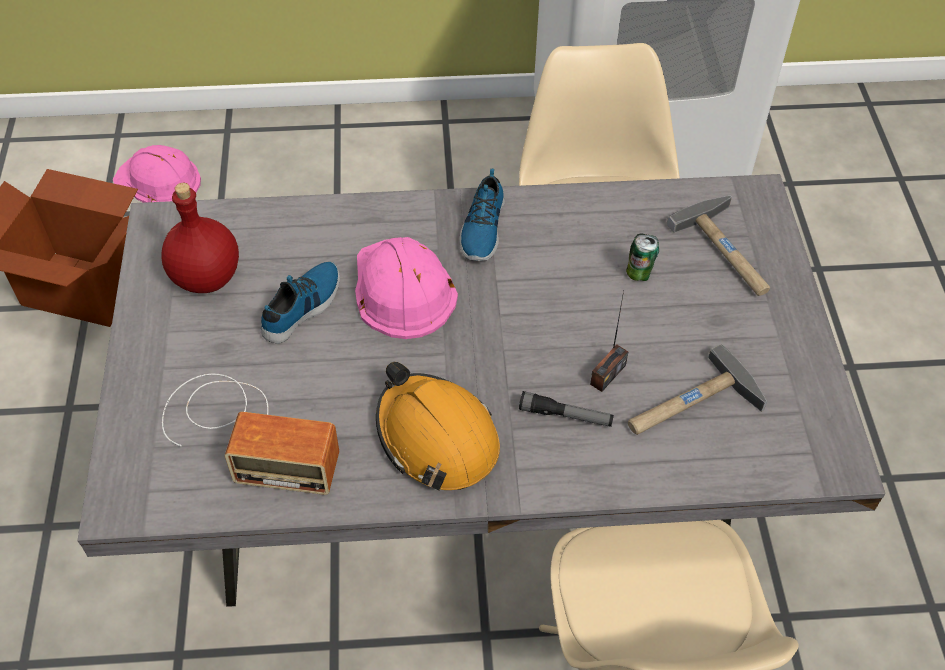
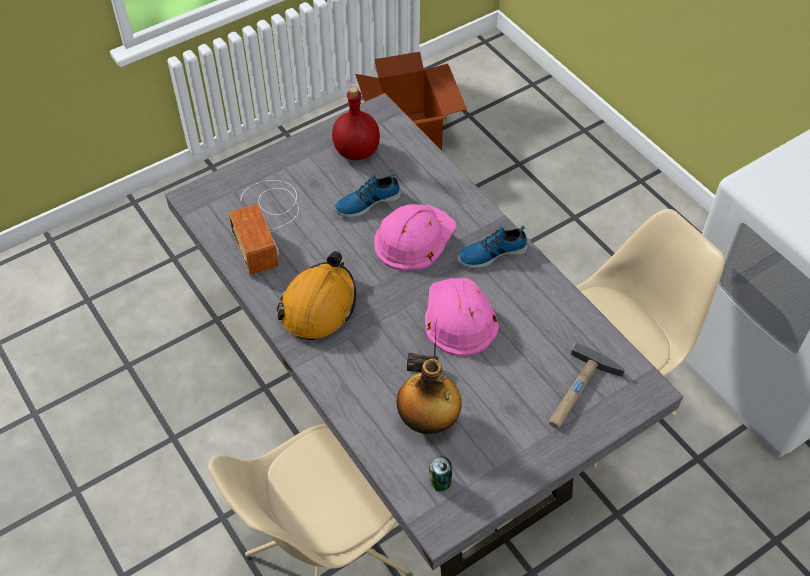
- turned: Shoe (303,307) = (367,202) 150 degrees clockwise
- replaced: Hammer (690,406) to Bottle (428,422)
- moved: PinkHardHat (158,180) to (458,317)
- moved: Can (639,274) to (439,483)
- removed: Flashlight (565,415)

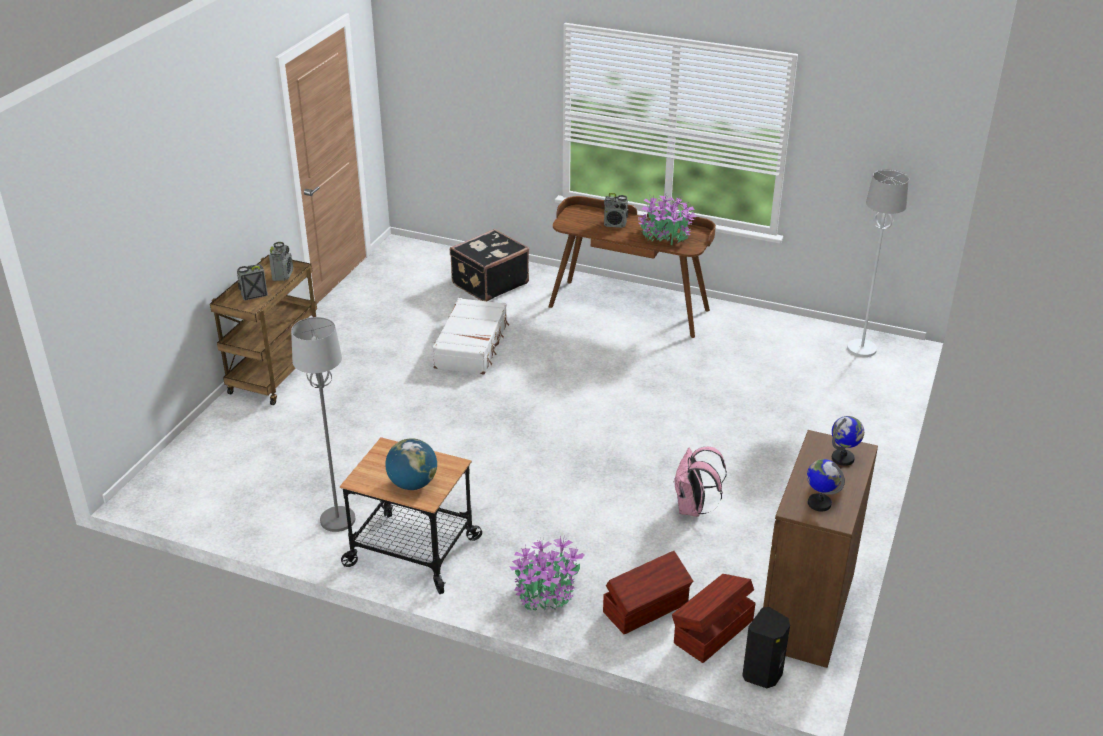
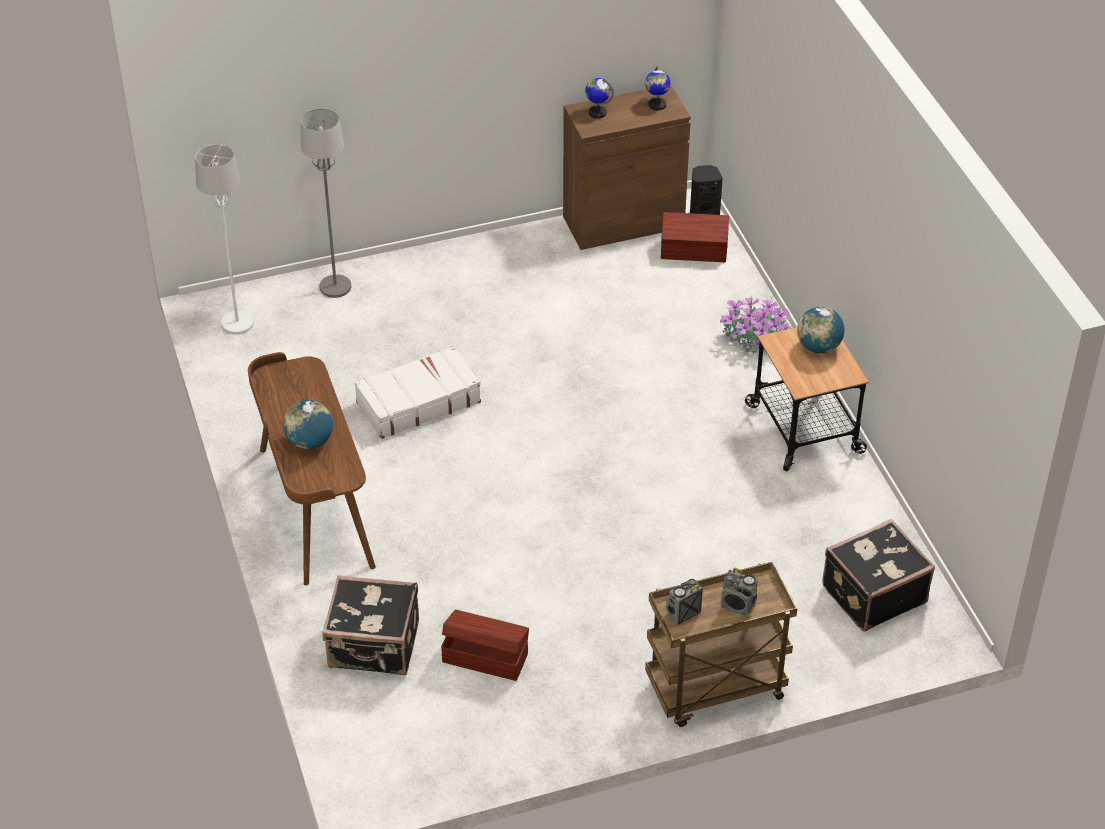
- replaced: Radio (615,224) to Globe (310,442)
- moved: GreyFloorLamp (338,520) to (335,287)
- moved: WhiteSuitcase (472,345) to (417,402)
- moved: BrownStorageBox (647,608) to (484,657)
- added: BlackSuitcase (872,594)
- removed: PottedPlant (665,236)
- removed: PinkBackpack (693,508)

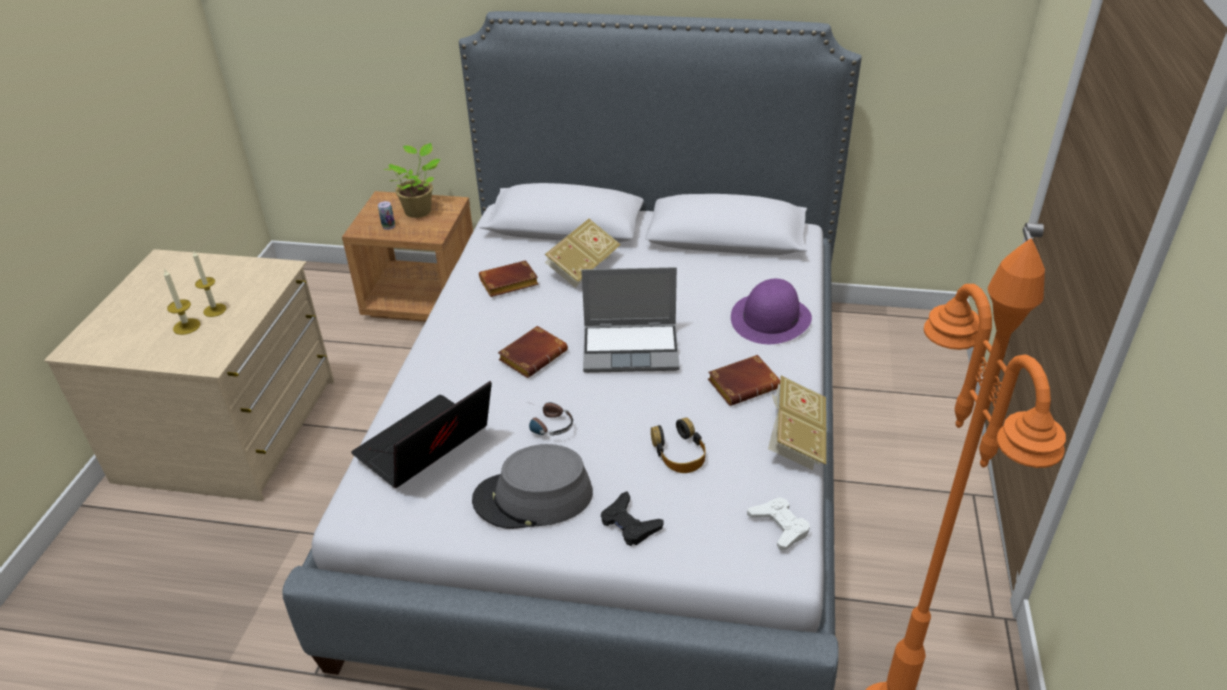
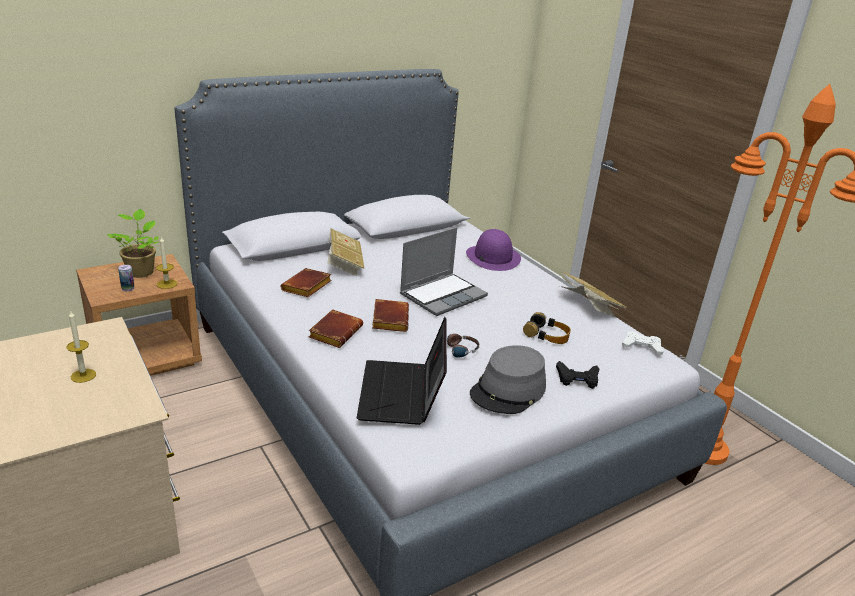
- moved: Candle (186,326) to (167,284)
- moved: BrownBook (744,384) to (335,332)

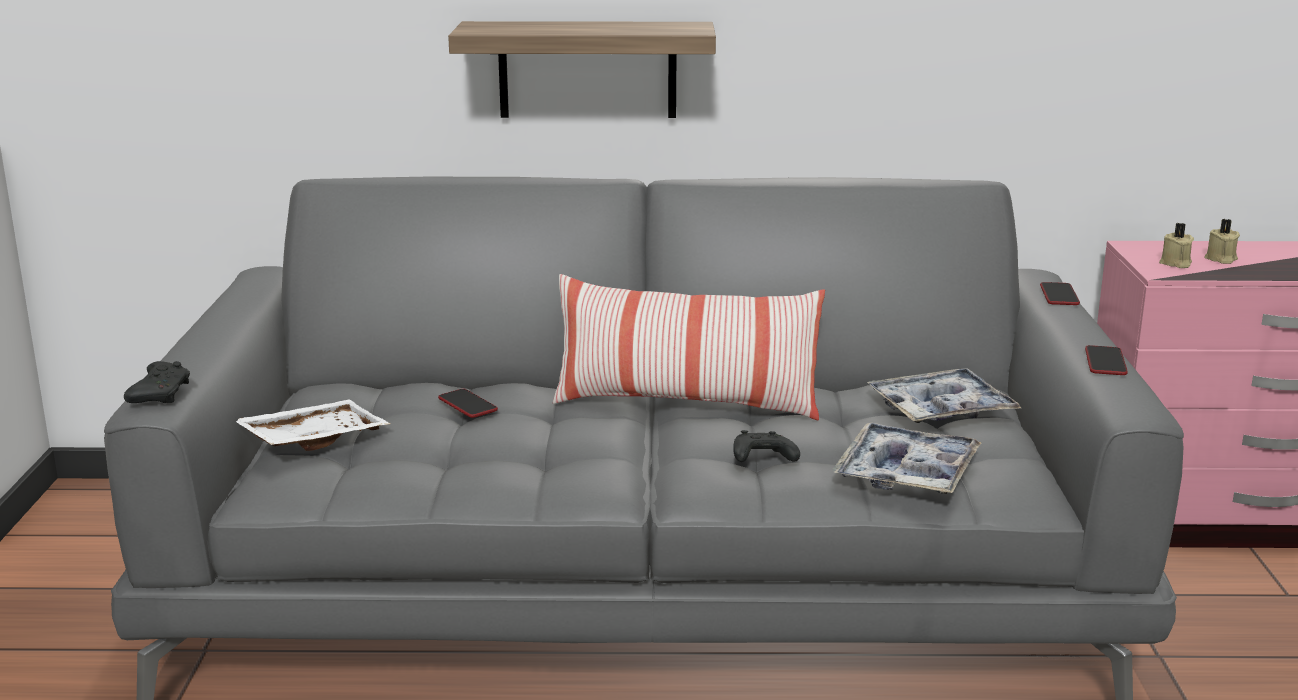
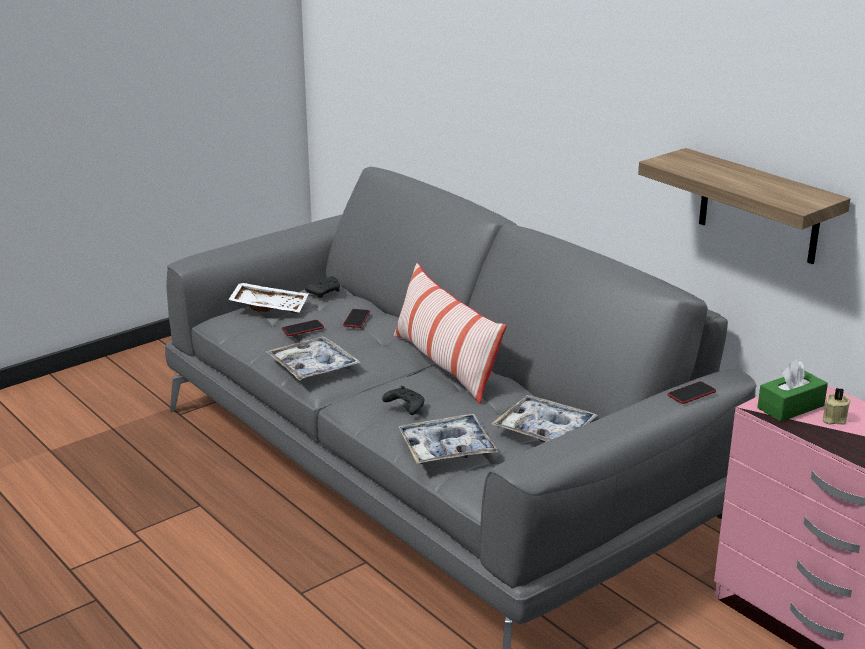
- added: Tray (313,366)
- moved: Phone (1105,362) to (302,329)
- moved: BlackGameController (160,394) to (325,292)
- moved: Shelf (587,69) to (759,207)
- replaced: BeigeCandle (1175,263) to GreenTissueBox (790,407)

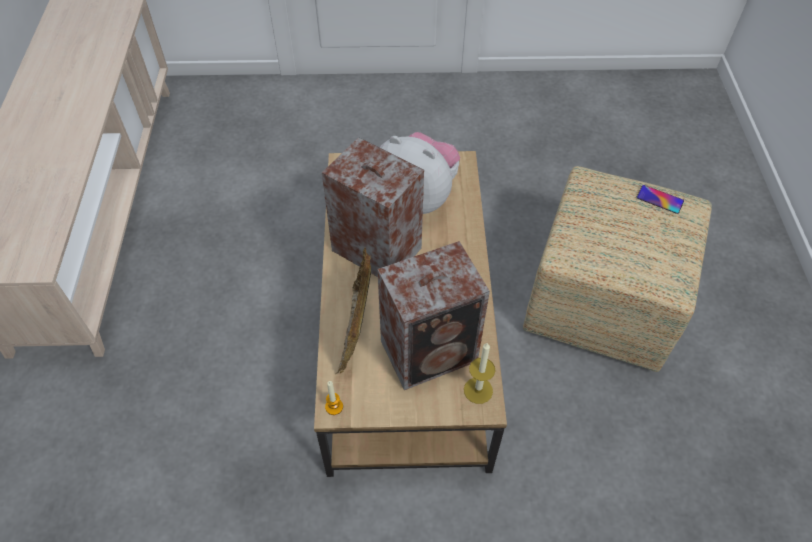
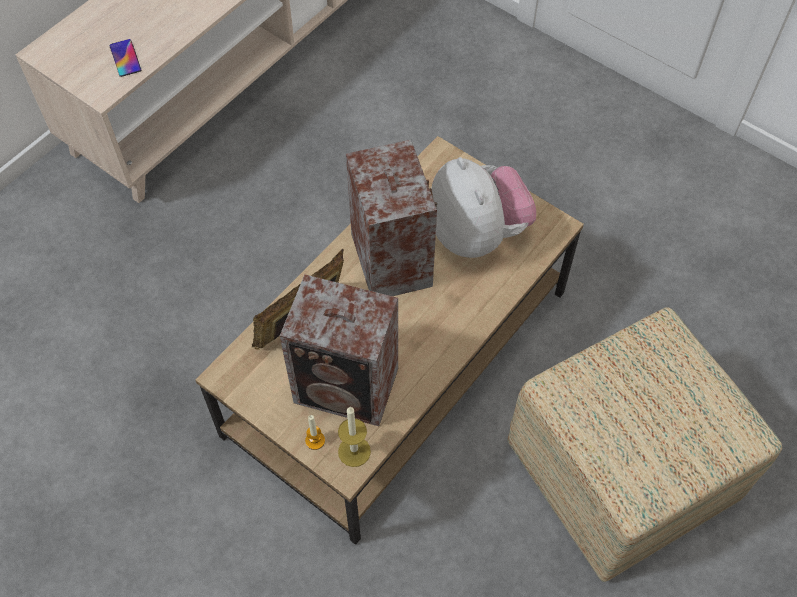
- moved: Phone (659,199) to (125,58)
- moved: Candle (334,407) to (315,440)

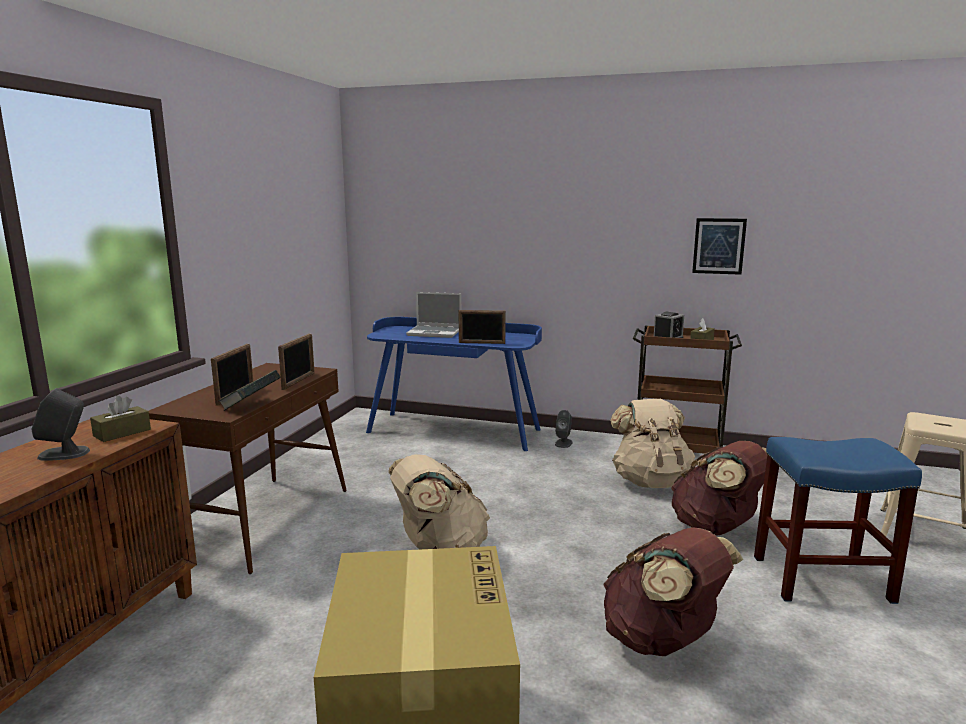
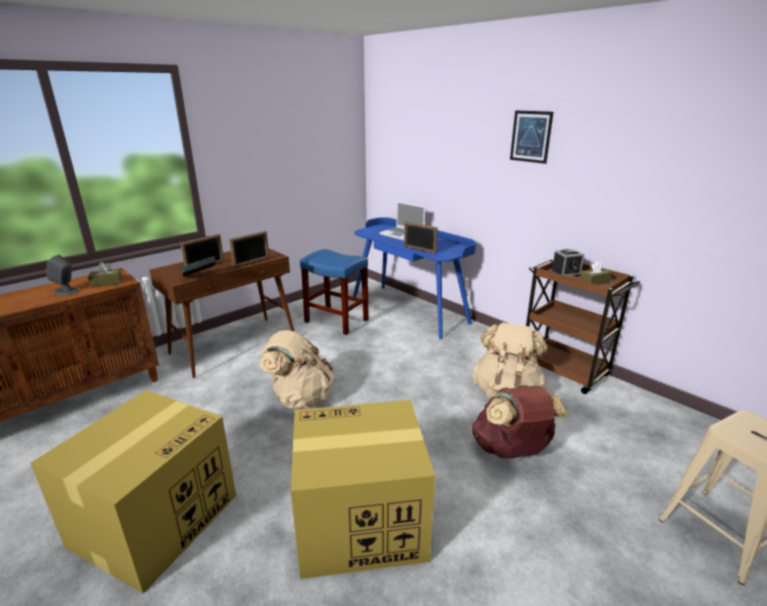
- replaced: BrownBackpack (662,641) to CardboardBox (358,522)
- moved: BlueStool (820,579) to (336,321)
- moved: Picture (719,246) to (531,136)
- removed: GreySpeaker (563,443)

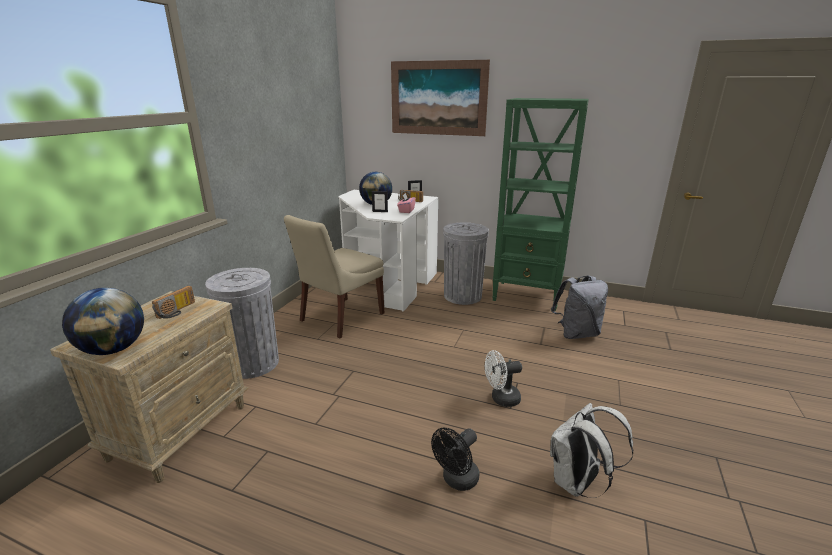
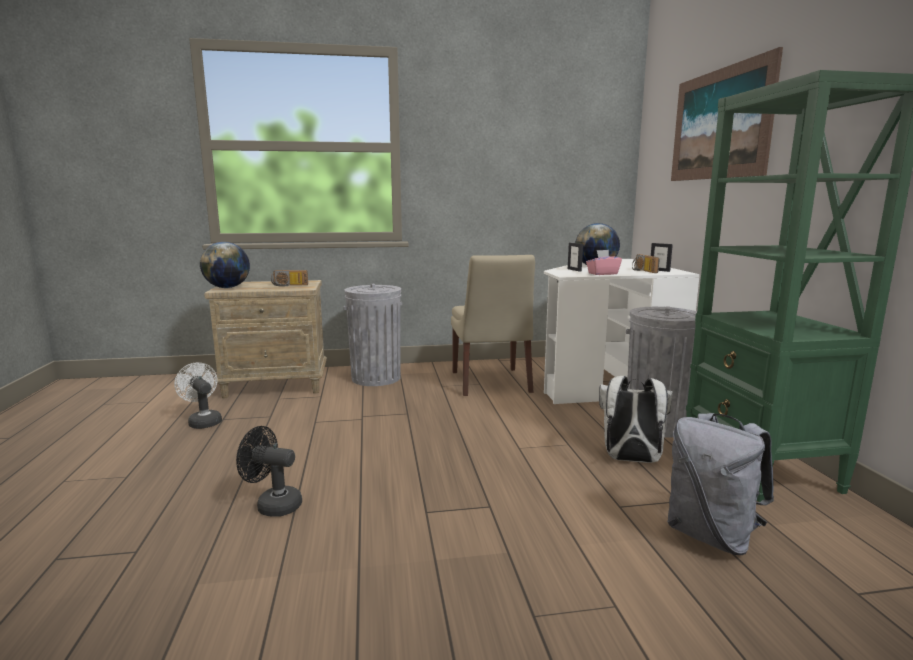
- moved: WhiteFan (501,399) to (203,421)
- turned: BeigeChair (340,318) = (491,383) 105 degrees counterclockwise
- moved: WhiteBackpack (577,483) to (630,460)

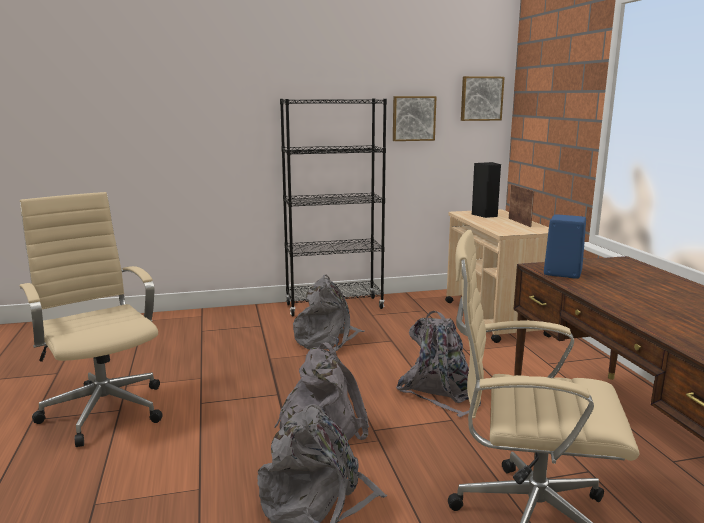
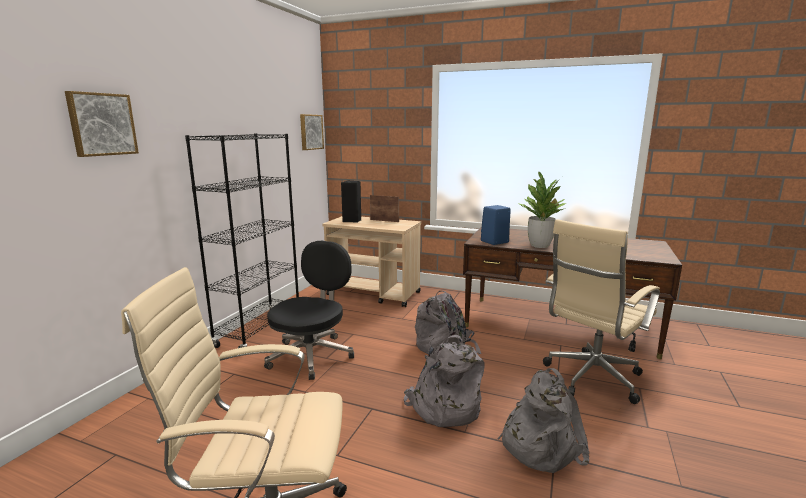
- moved: Picture (413,118) to (101,124)
- replaced: GreyBackpack (327,339) to BlackOfficeChair (312,355)
- added: PottedPlant (540,245)

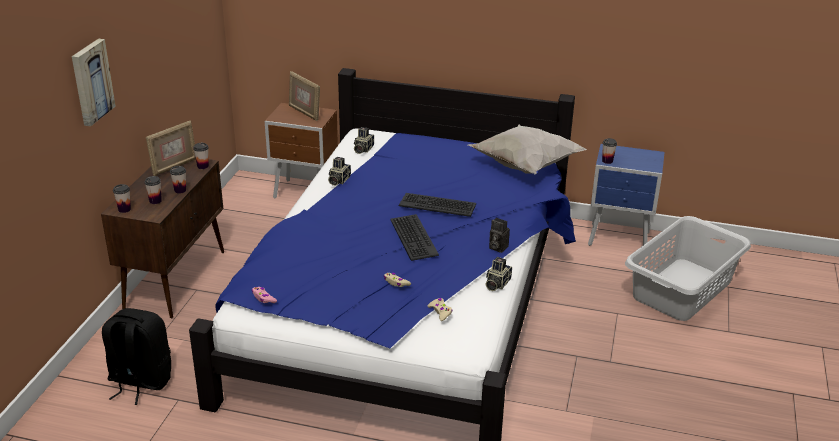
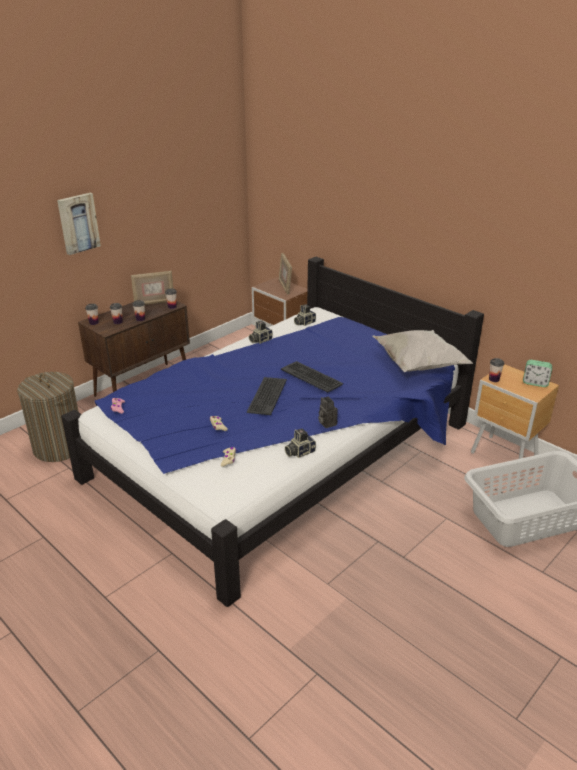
- replaced: BlackBackpack (139,381) to LaundryBasket (58,447)
- recoloured: BlueNightstand (620,240) to BrownNightstand (504,457)
- added: AlarmClock (535,383)

